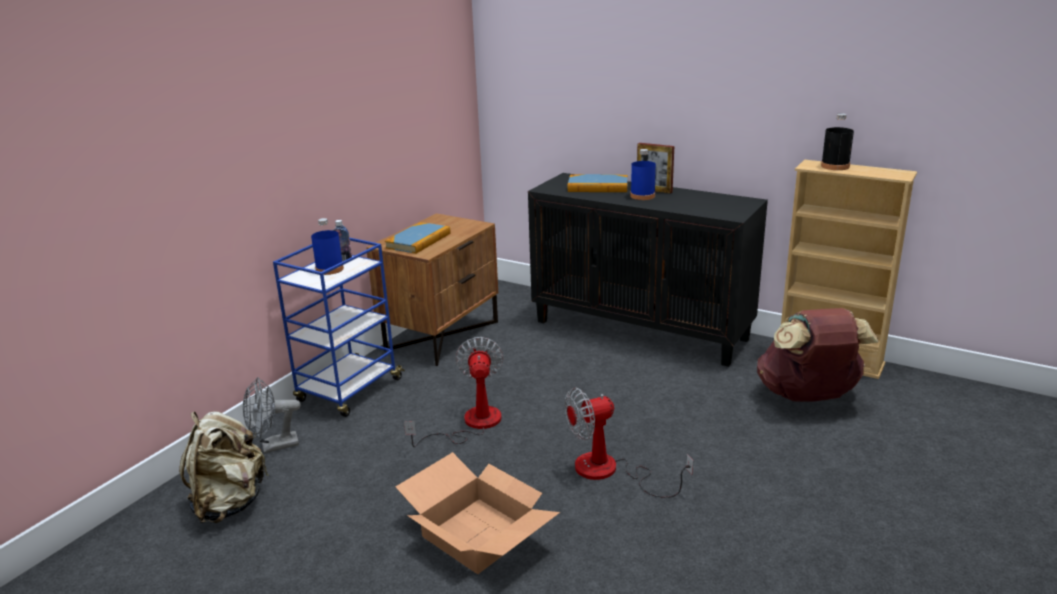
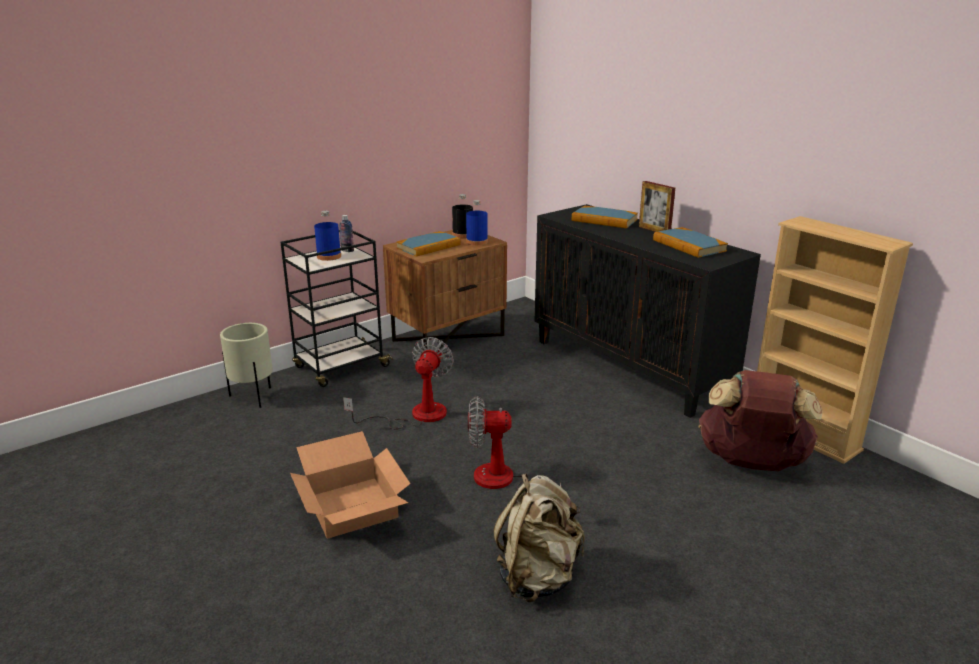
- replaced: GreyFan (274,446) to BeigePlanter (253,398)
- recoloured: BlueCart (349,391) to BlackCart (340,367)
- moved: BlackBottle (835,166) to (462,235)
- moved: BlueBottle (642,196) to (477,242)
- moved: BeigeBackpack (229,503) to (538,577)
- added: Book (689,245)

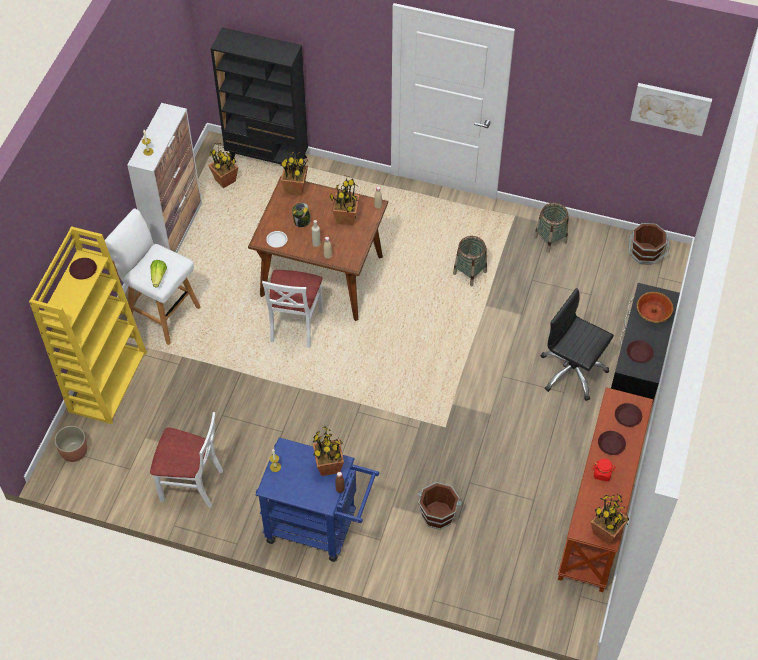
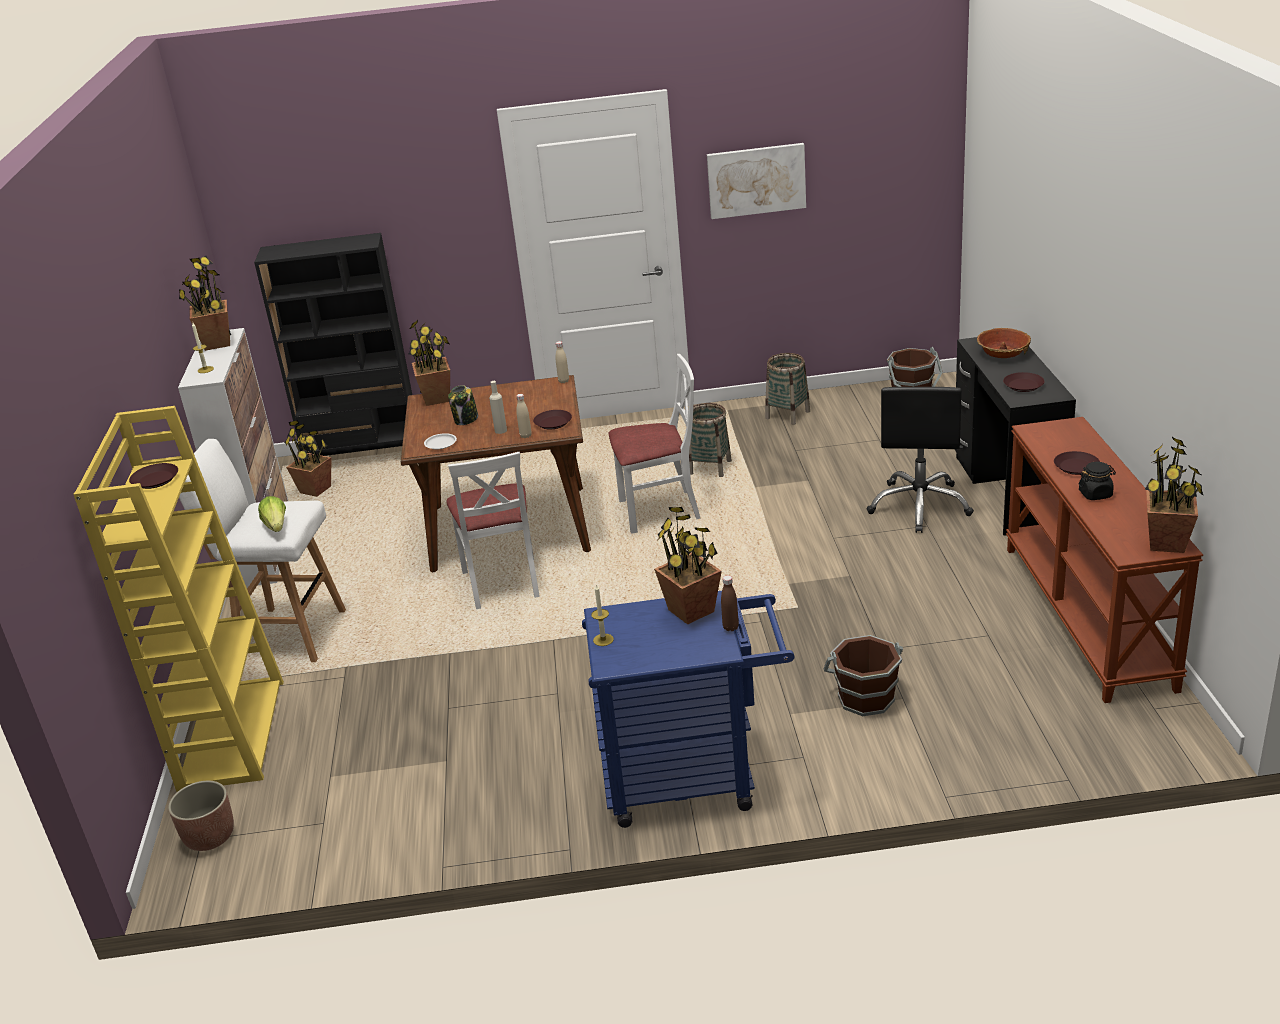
- moved: PottedPlant (346,218) to (217,344)
- moved: BrownPlate (628,417) to (553,423)
- moved: WhiteChair (191,484) to (659,511)
- moved: Picture (670,108) to (756,180)
- turned: BlackOfficeChair (572,372) = (920,506) 90 degrees counterclockwise
- recoloured: RedJar (602,474) to BlackJar (1095,494)

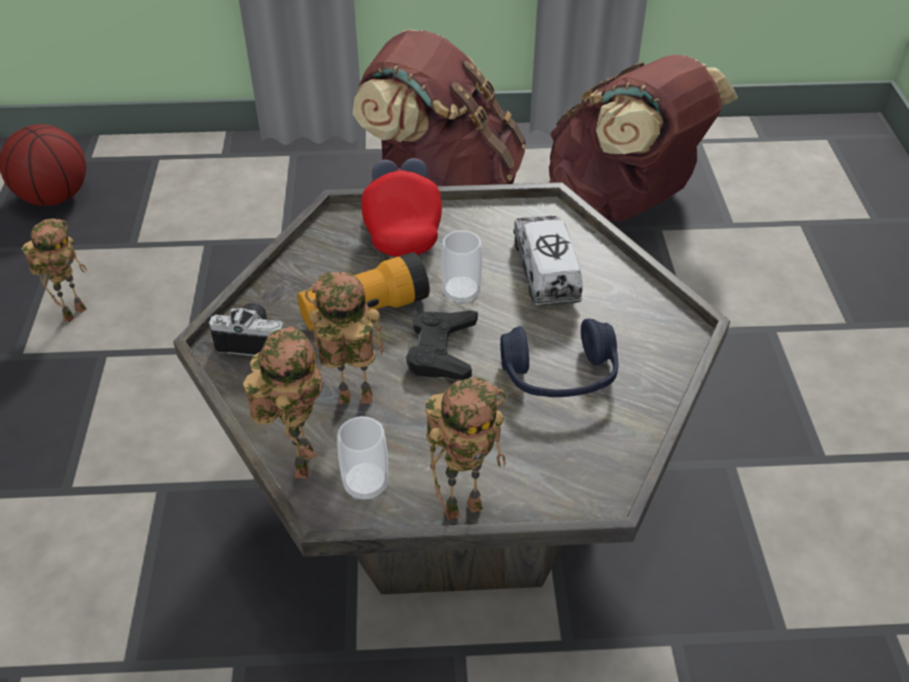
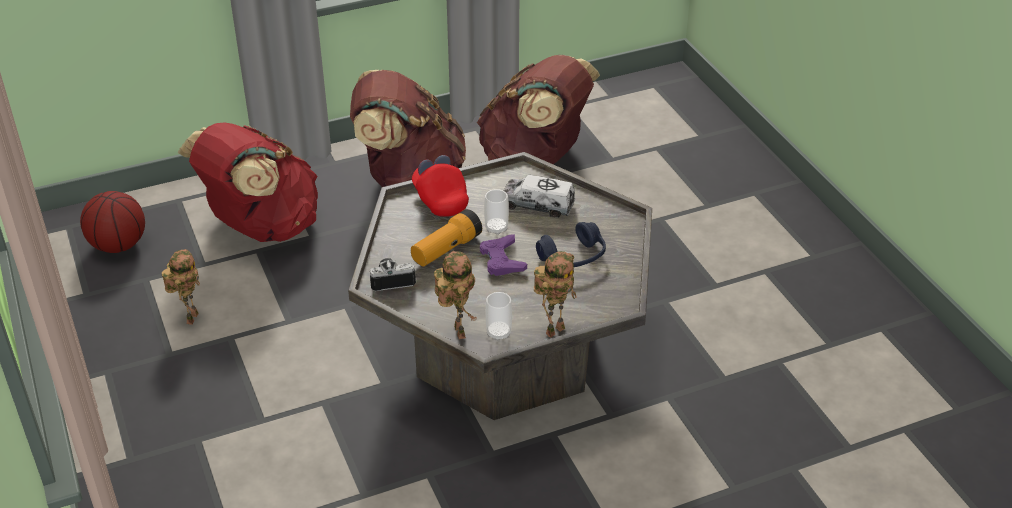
- added: RedBackpack (261,227)
- recoloured: BlackGameController (442,350) to PurpleGameController (502,260)
- turned: ToyTruck (545,271) = (538,205) 45 degrees counterclockwise
- removed: ToyRobot (352,402)

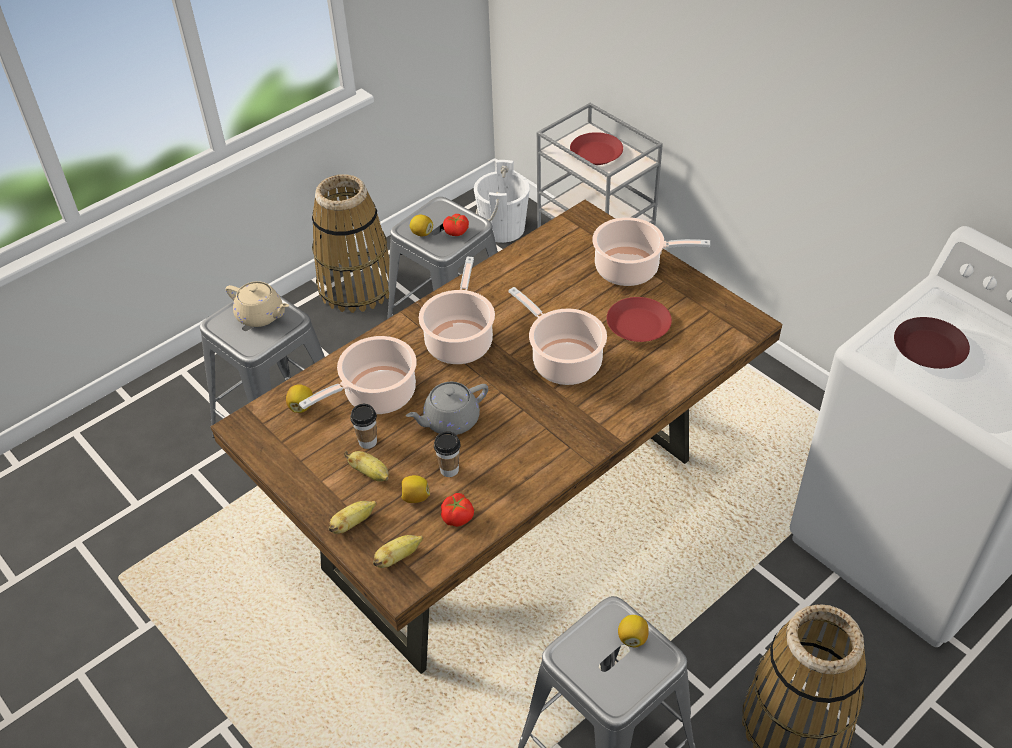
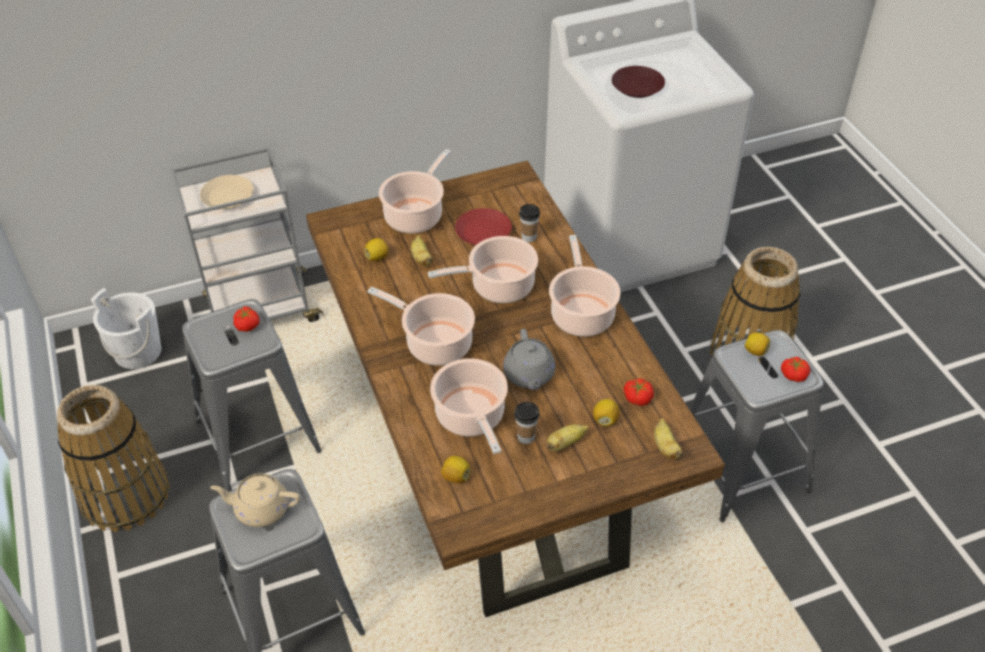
- recoloured: RedPlate (596,154) to BeigePlate (228,197)
- turned: BeigeTeapot (261,316) = (261,509) 135 degrees counterclockwise
- moved: Lemon (422,233) to (377,257)
- moved: Banana (353,523) to (421,258)
- moved: Cup (449,470) to (529,237)
- added: CookingPot (581,313)
- added: Tomato (793,375)

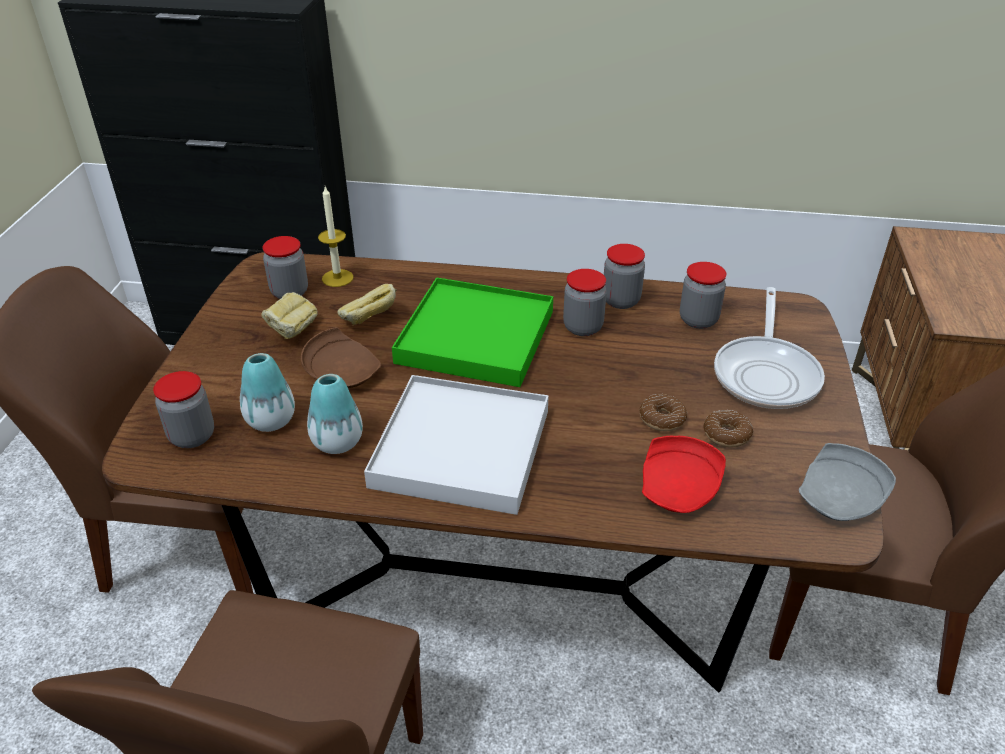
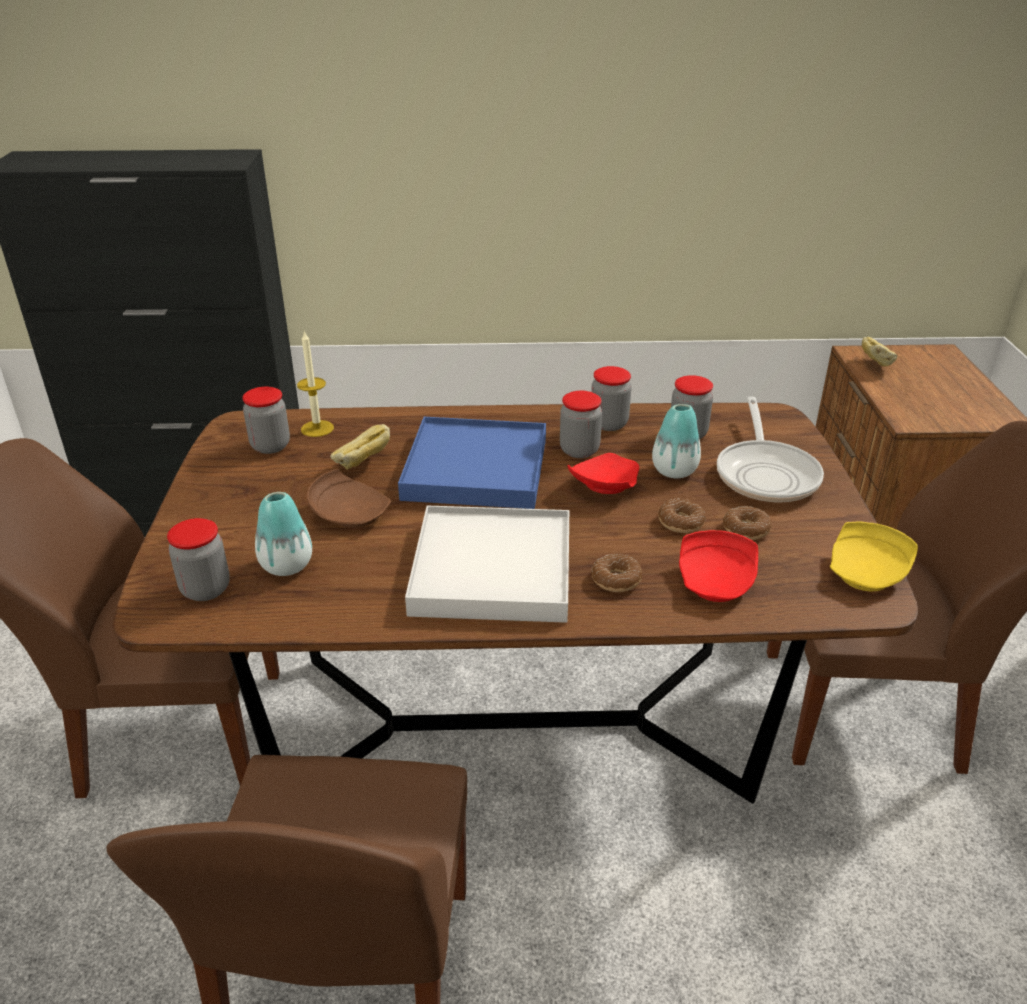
- recoloured: GreenTray (475,337) to BlueTray (475,469)
- added: RedPlate (603,486)
- added: Donut (616,580)
- moved: Vase (337,442) to (674,471)
- recoloured: GreyPlate (840,499) to YellowPlate (867,573)
- moved: Bread (293,332) to (874,365)

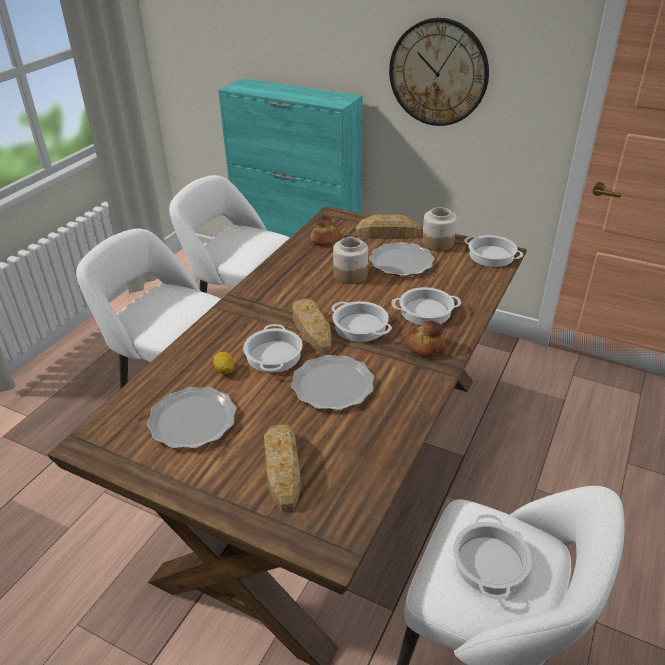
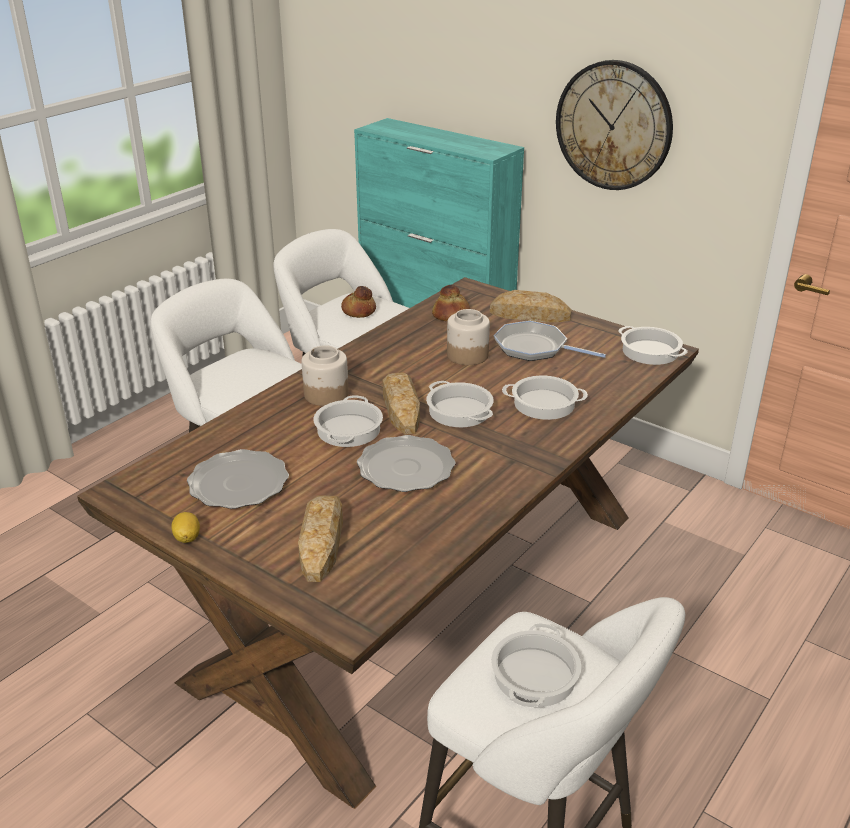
- moved: Lemon (225,370) to (187,537)
- moved: Jar (437,243) to (325,394)
- moved: Bread (424,346) to (358,311)
- replaced: Plate (401,262) to FryingPan (534,348)

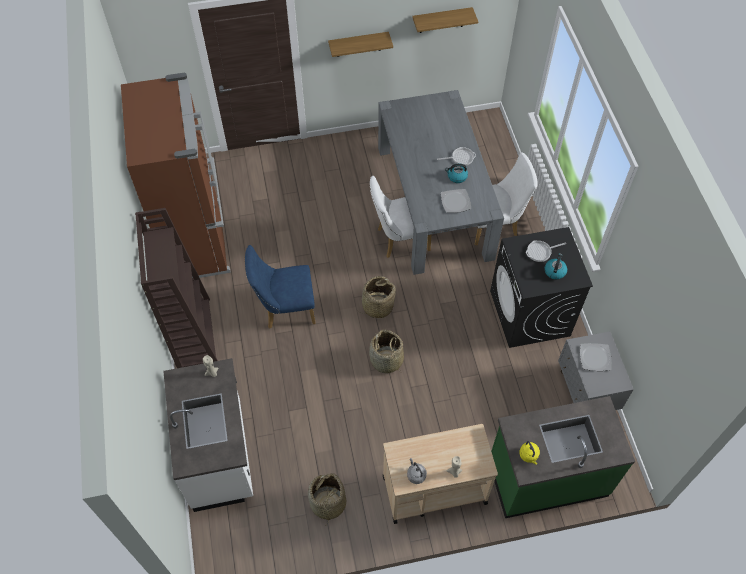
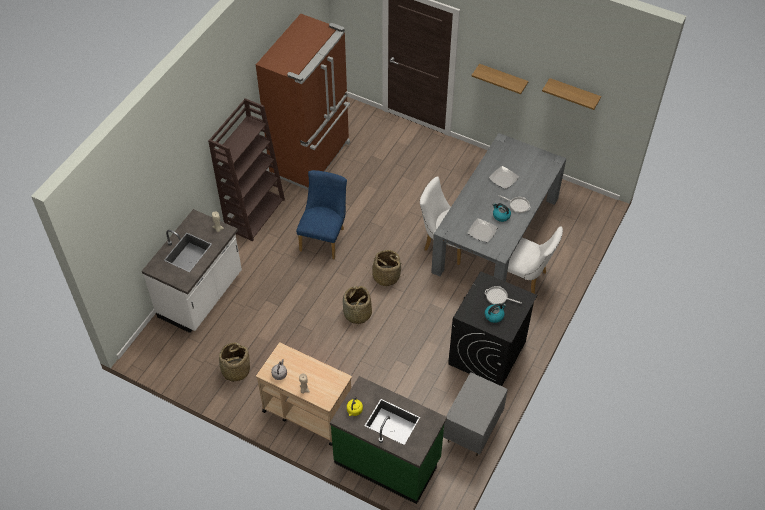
- turned: BlueChair (285,309) = (324,237) 75 degrees clockwise
- moved: Plate (594,357) to (503,178)

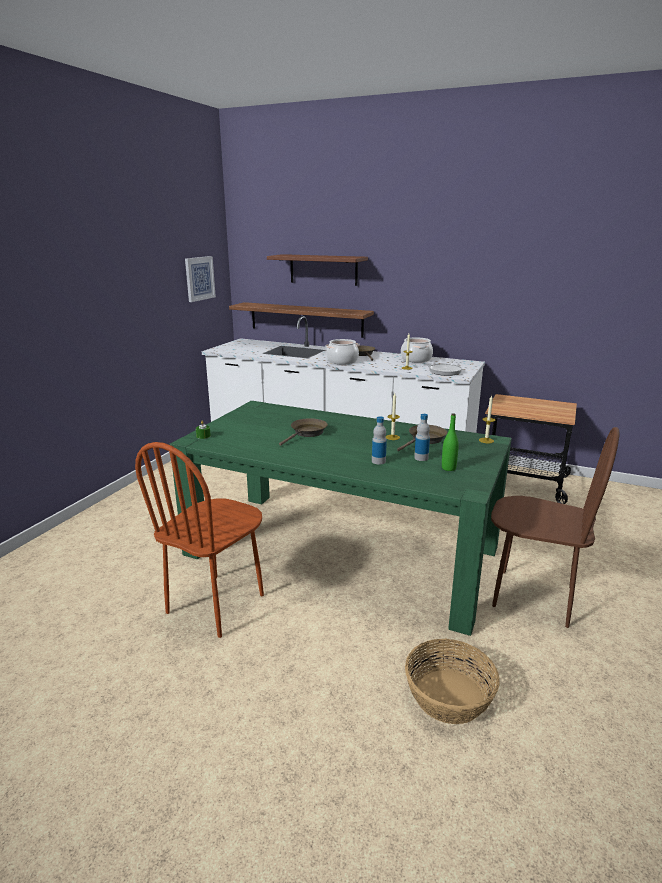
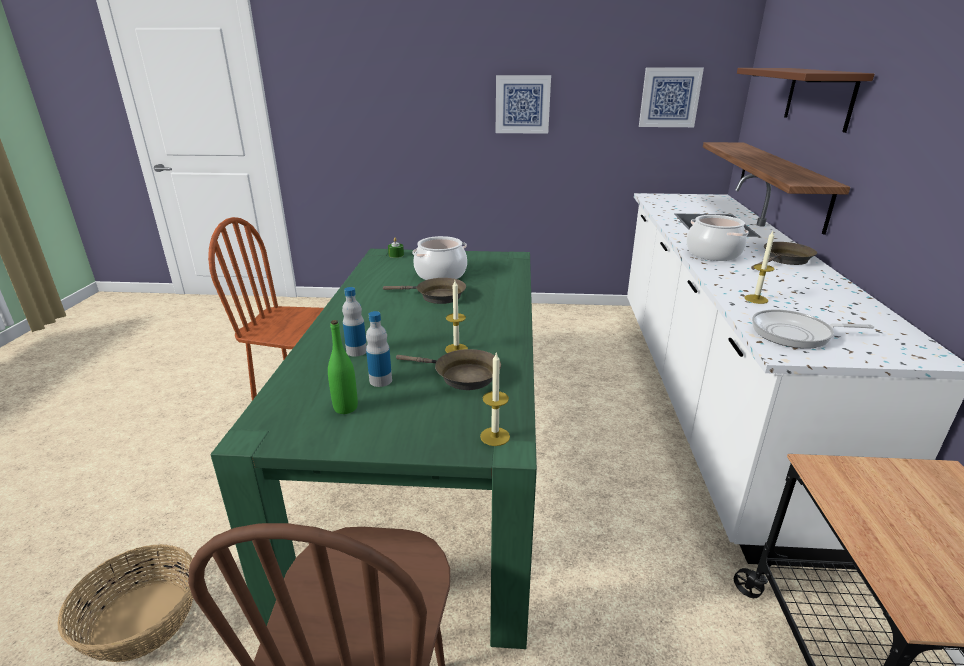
- moved: CookingPot (416,359) to (440,274)
- added: Picture (522,104)

